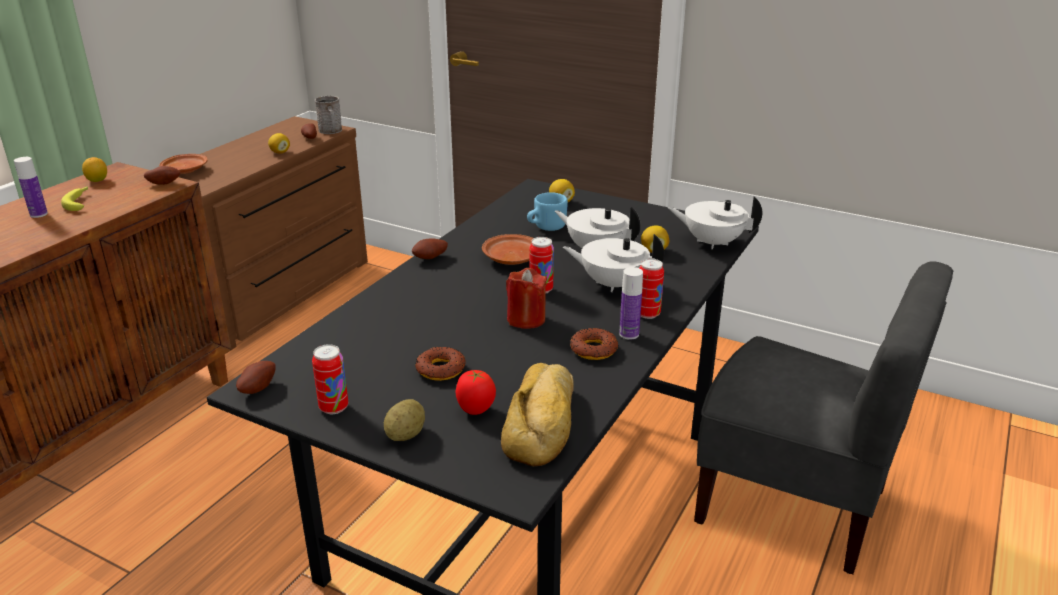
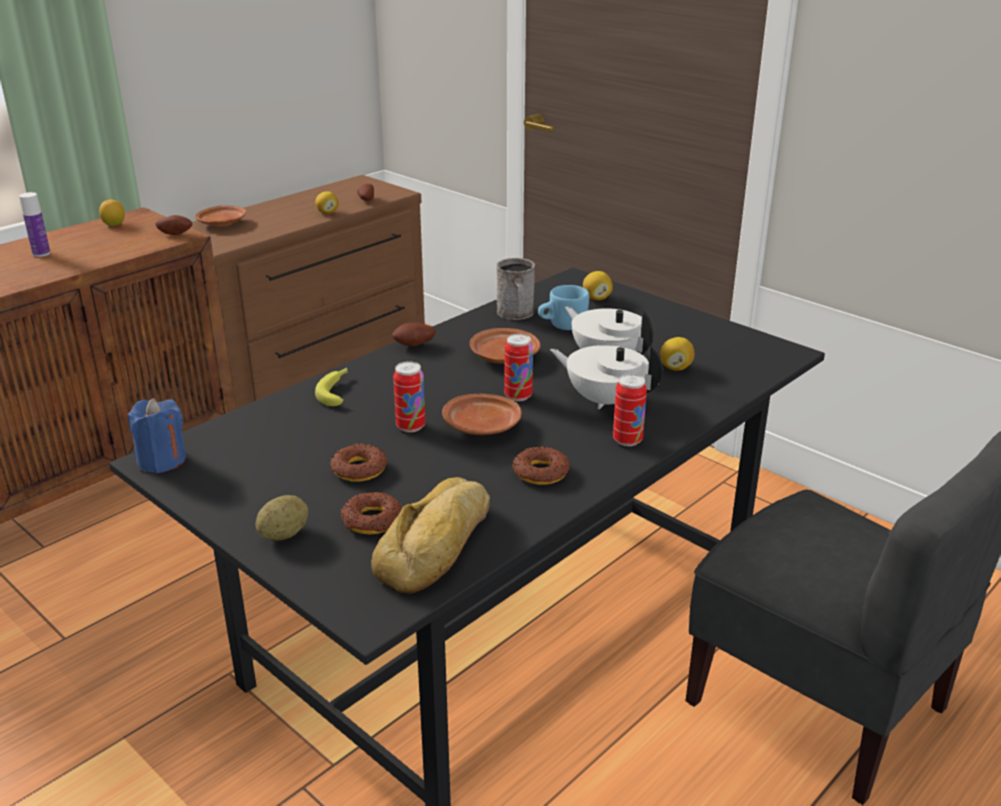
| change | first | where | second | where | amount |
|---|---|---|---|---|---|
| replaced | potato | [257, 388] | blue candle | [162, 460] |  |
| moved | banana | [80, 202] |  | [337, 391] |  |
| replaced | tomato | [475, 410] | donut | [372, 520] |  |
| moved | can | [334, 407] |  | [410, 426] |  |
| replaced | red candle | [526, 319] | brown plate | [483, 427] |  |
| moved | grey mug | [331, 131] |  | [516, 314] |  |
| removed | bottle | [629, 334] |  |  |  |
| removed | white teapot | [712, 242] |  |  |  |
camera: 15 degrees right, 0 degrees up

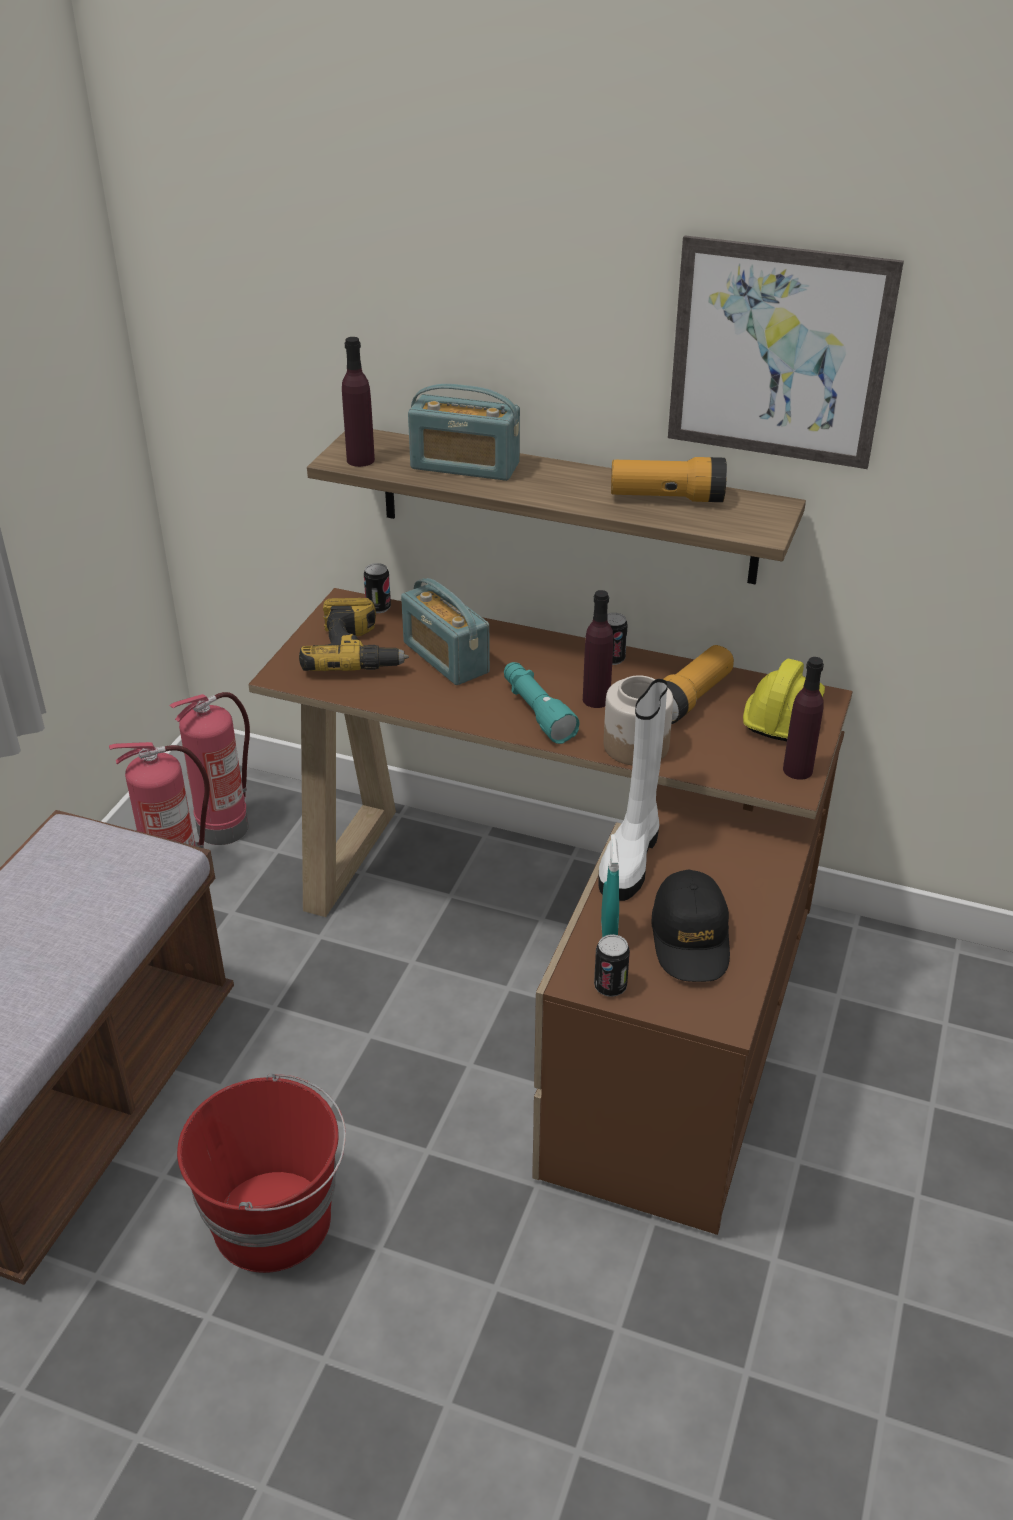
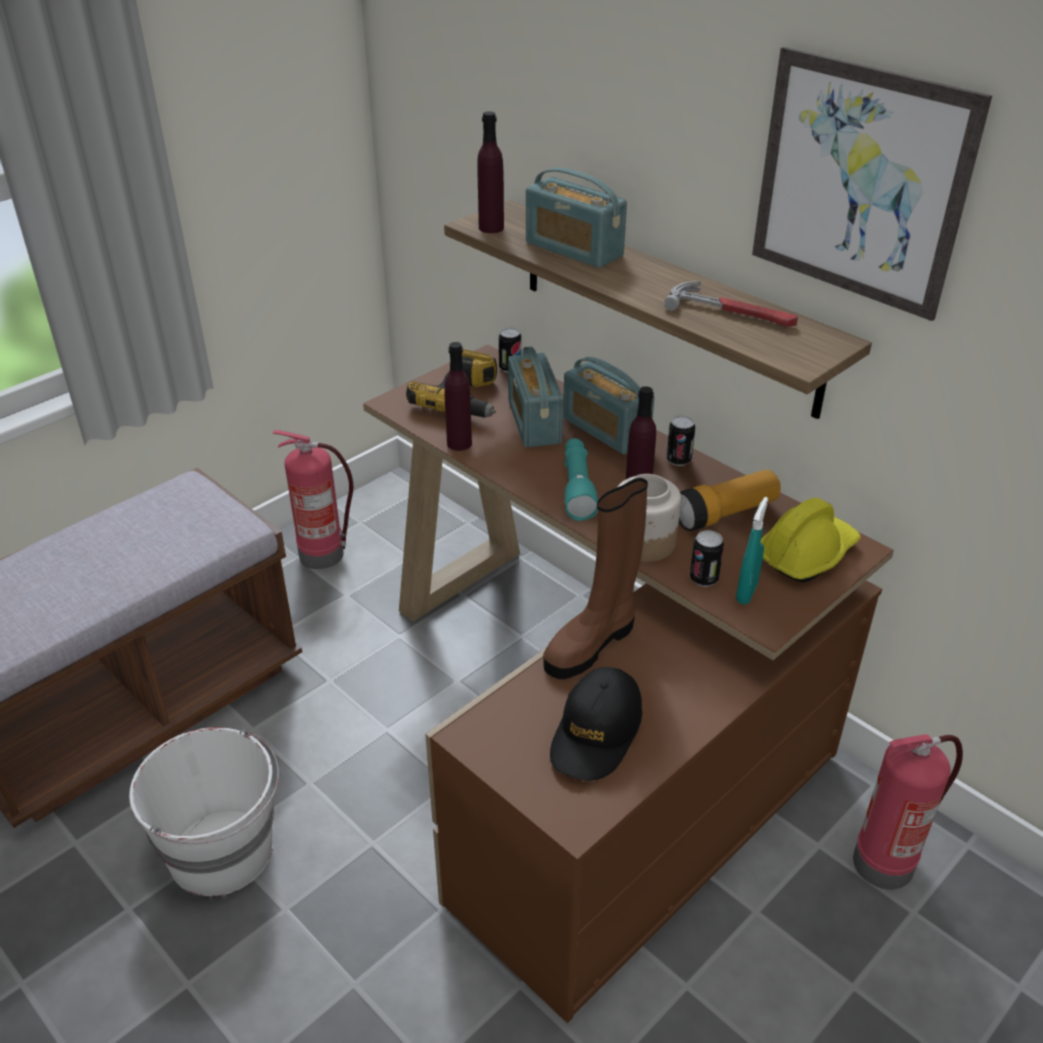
| change | first | where | second | where | amount |
|---|---|---|---|---|---|
| recoloured | red bucket | [275, 1219] | white bucket | [223, 852] |  |
| moved | purple bottle | [797, 770] |  | [459, 443] |  |
| recoloured | white boot | [630, 858] | brown boot | [592, 643] |  |
| added |  |  | radio | [605, 430] |  |
| replaced | flashlight | [667, 498] | hammer | [732, 312] |  |
| moved | can | [610, 986] |  | [704, 579] |  |
| moved | turquoise spray bottle | [609, 934] |  | [746, 592] |  |
| moved | fire extinguisher | [224, 826] |  | [885, 861] |  |
camera: 25 degrees right, 0 degrees up

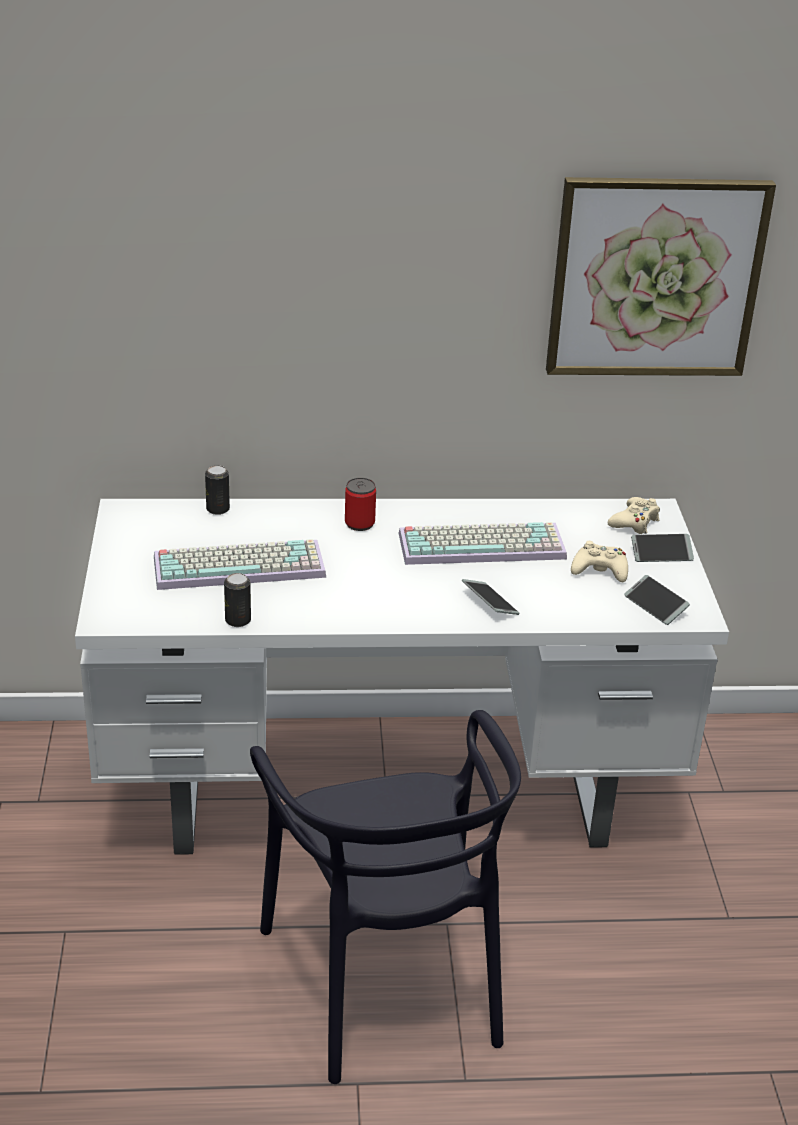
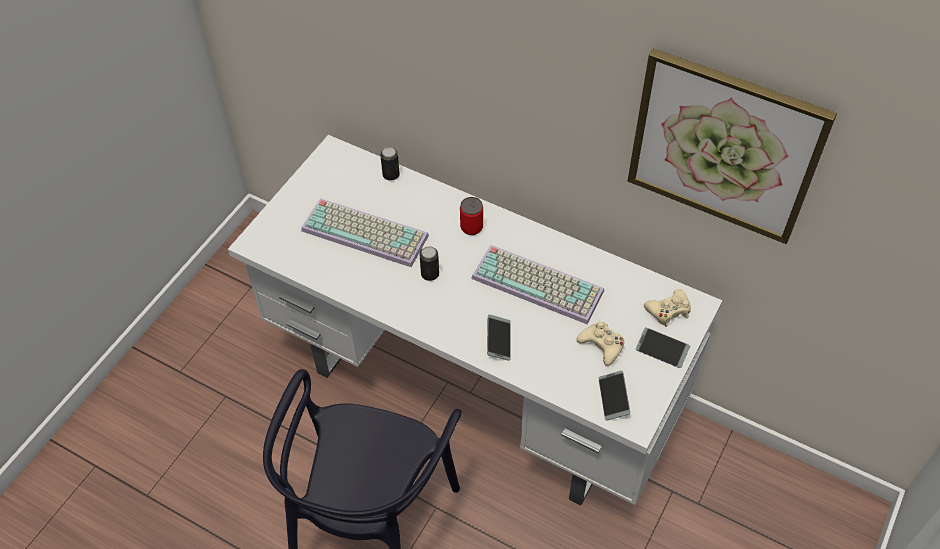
| change | first | where | second | where | amount |
|---|---|---|---|---|---|
| moved | can | [238, 620] |  | [430, 274] |  |
camera: 35 degrees right, 20 degrees up

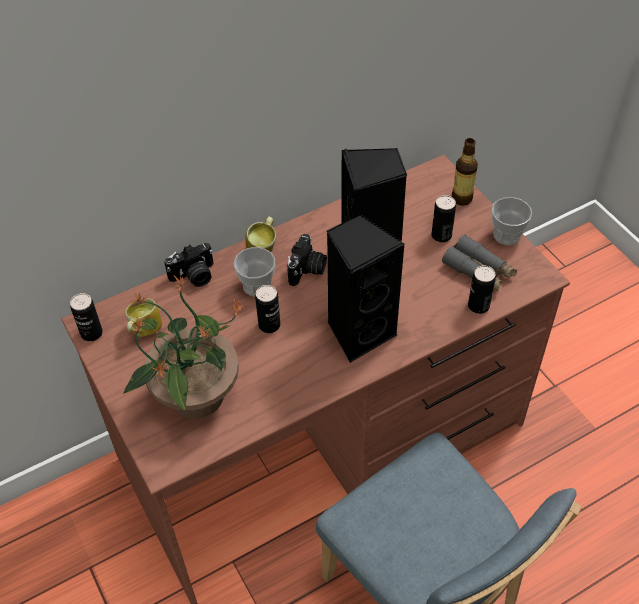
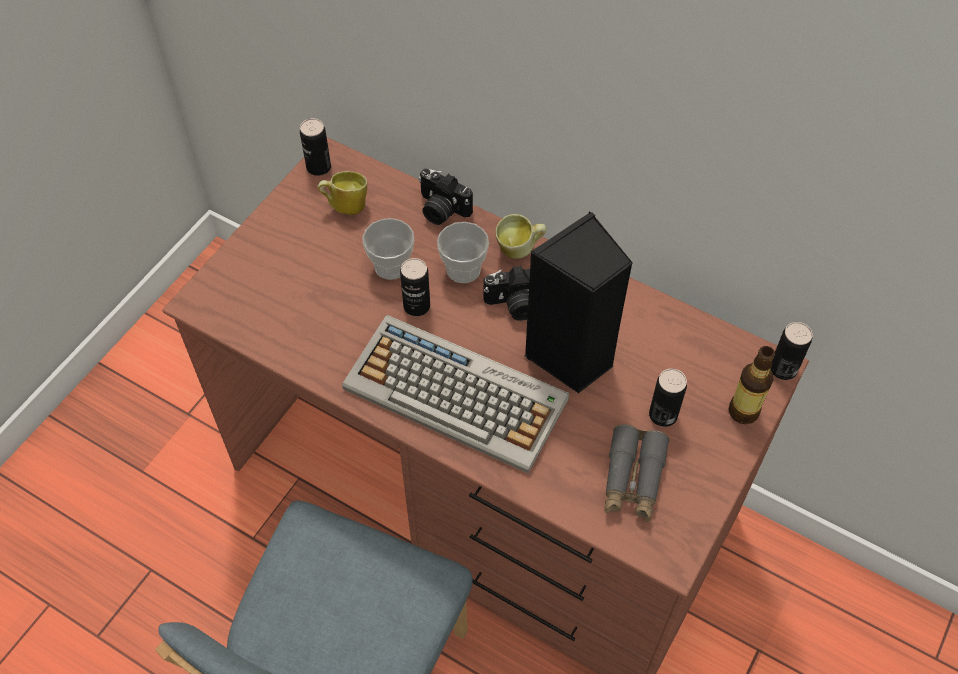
| change | first | where | second | where | amount |
|---|---|---|---|---|---|
| replaced | black speaker | [359, 332] | keyboard | [458, 394] |  |
| moved | cup | [506, 235] |  | [391, 266] |  |
| moved | can | [478, 306] |  | [783, 369] |  |
| removed | potted plant | [195, 396] |  |  |  |
camera: 60 degrees right, 5 degrees up

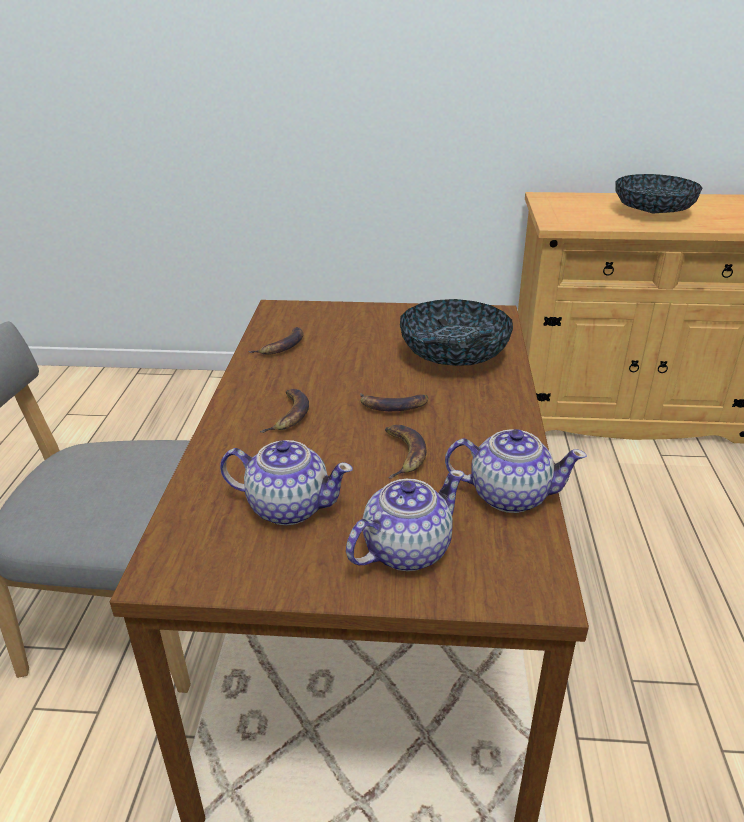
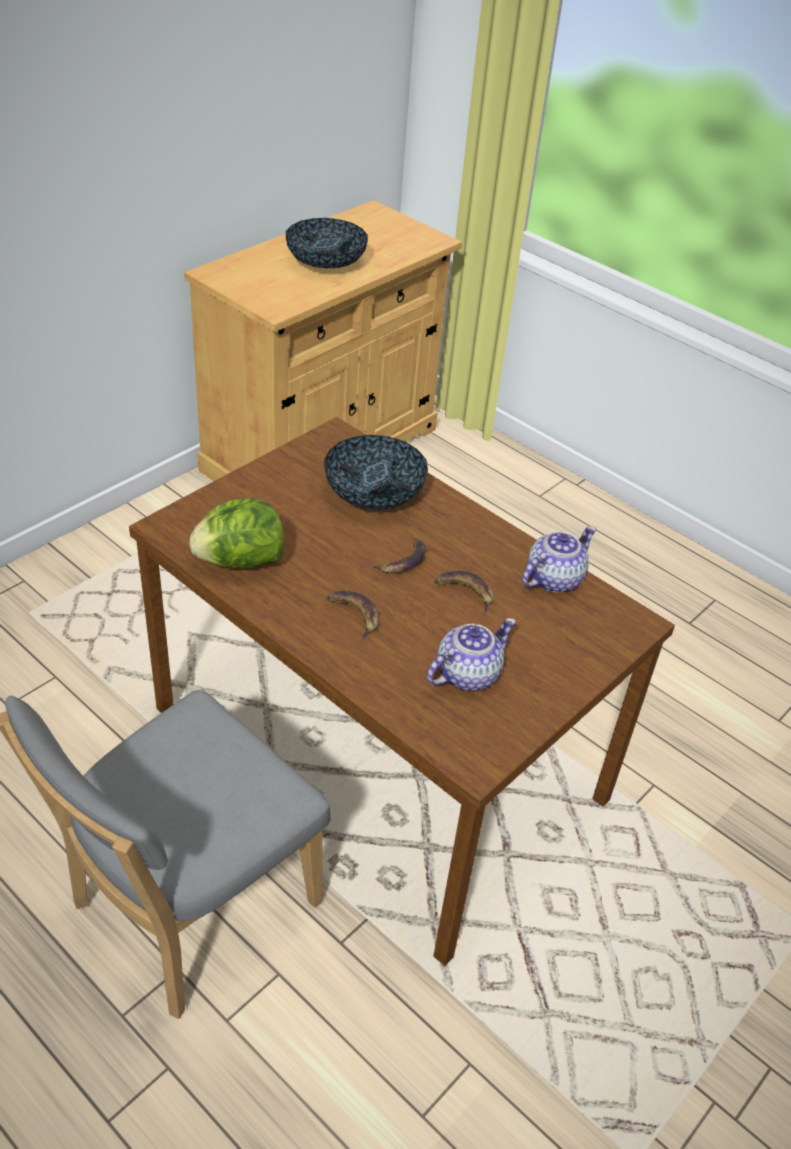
| change | first | where | second | where | amount |
|---|---|---|---|---|---|
| replaced | banana | [282, 346] | lettuce | [240, 561] |  |
| removed | teapot | [405, 550] |  |  |  |
camera: 55 degrees left, 10 degrees up

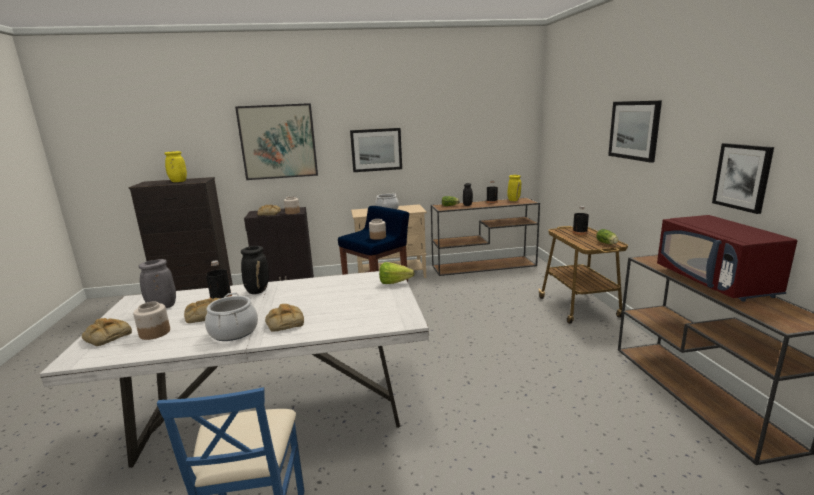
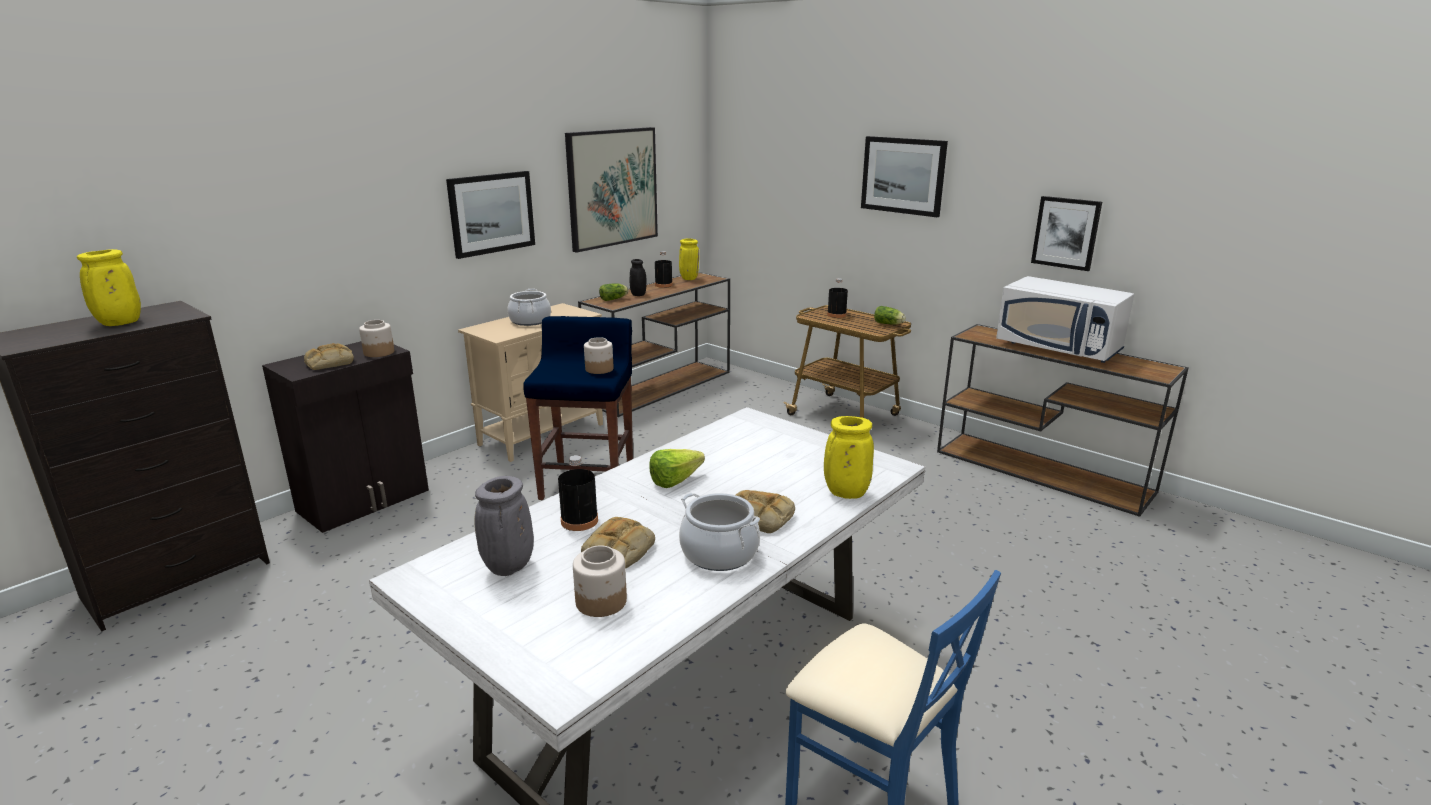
| change | first | where | second | where | amount |
|---|---|---|---|---|---|
| moved | picture | [278, 142] |  | [612, 188] |  |
| moved | lettuce | [397, 283] |  | [680, 480] |  |
| added |  |  | yellow vase | [845, 493] |  |
| recoloured | red microwave | [715, 282] | white microwave | [1059, 348] |  |
| removed | bread | [106, 336] |  |  |  |
| removed | black vase | [257, 291] |  |  |  |
camera: 40 degrees left, 5 degrees up

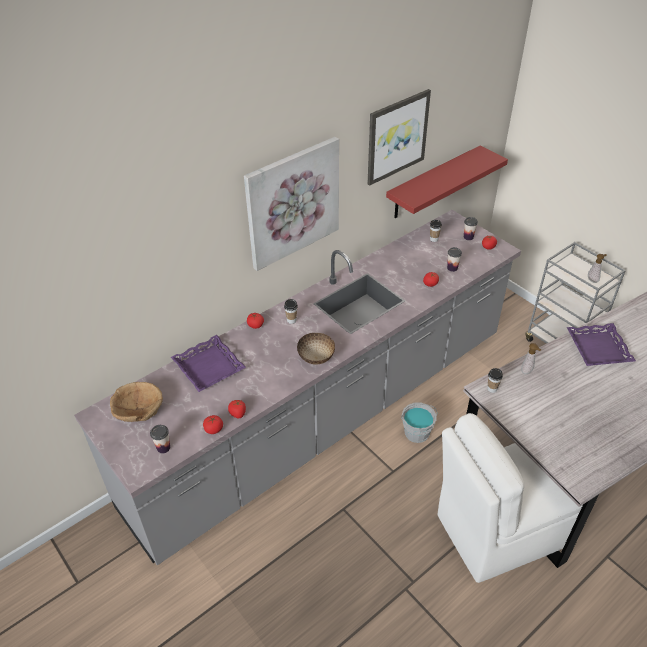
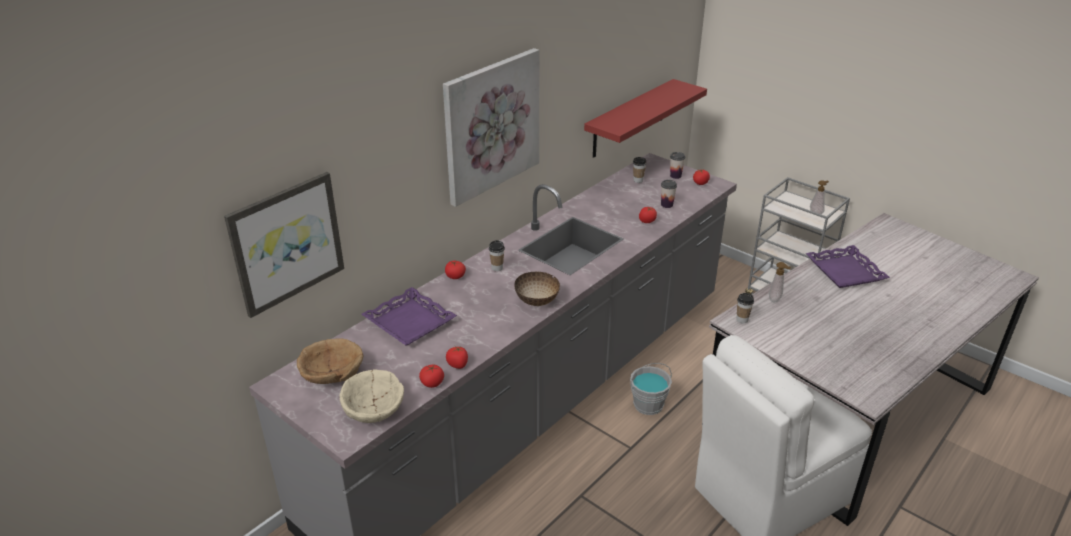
| change | first | where | second | where | amount |
|---|---|---|---|---|---|
| moved | picture | [396, 136] |  | [286, 243] |  |
| replaced | cup | [163, 448] | beige bowl | [373, 408] |  |
camera: 10 degrees left, 10 degrees down

